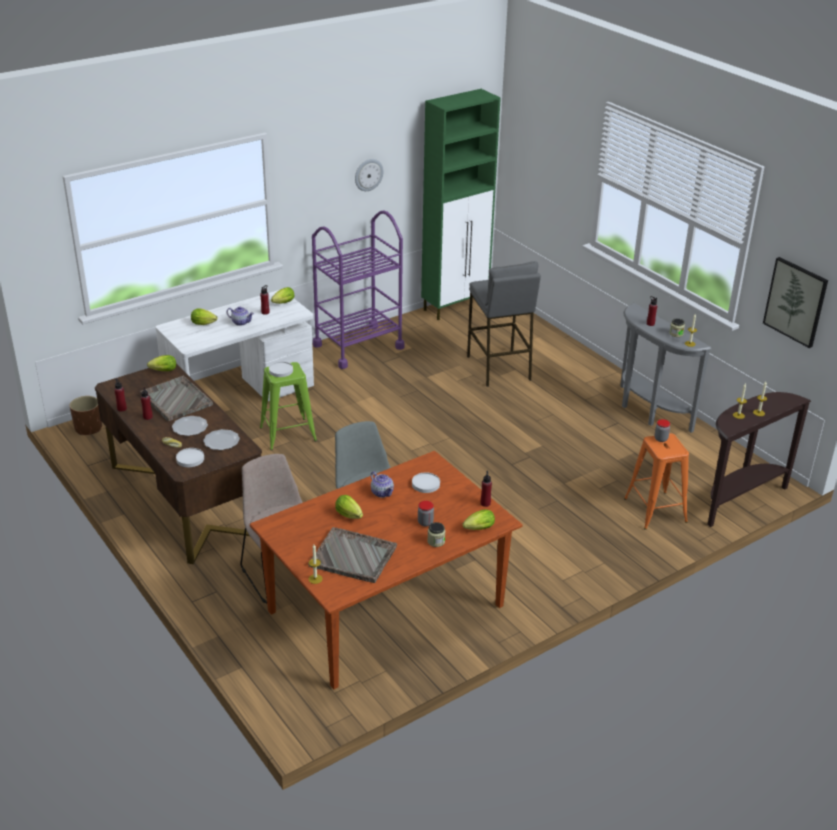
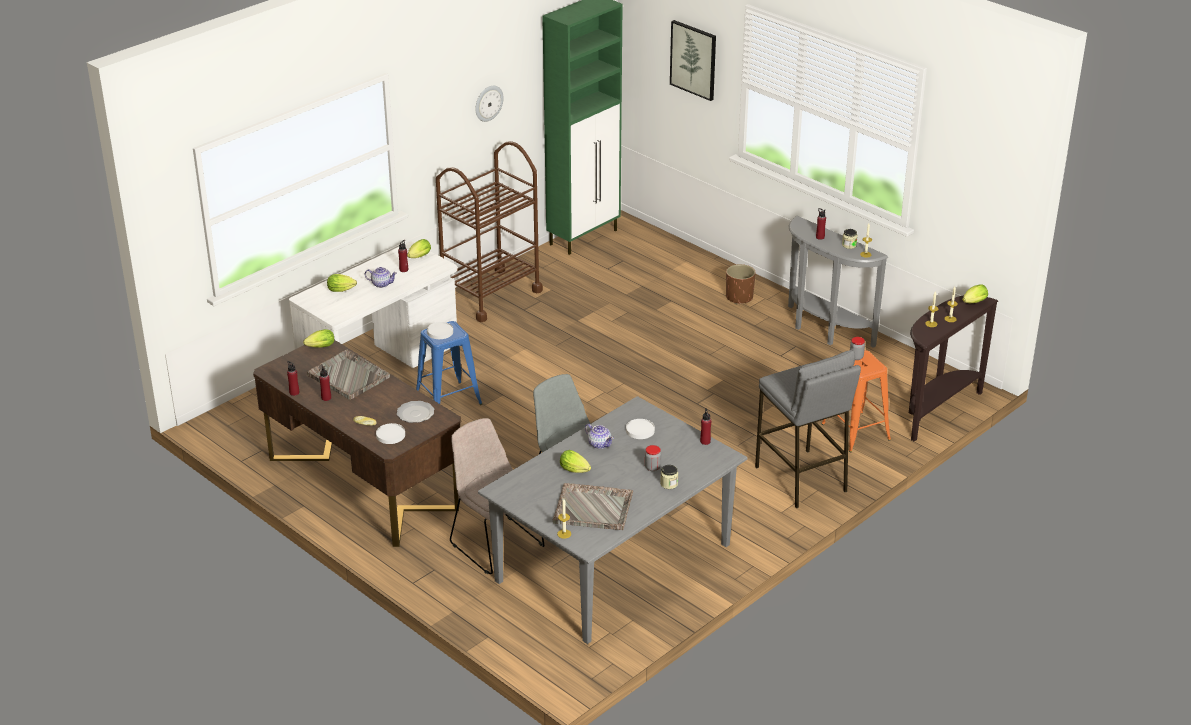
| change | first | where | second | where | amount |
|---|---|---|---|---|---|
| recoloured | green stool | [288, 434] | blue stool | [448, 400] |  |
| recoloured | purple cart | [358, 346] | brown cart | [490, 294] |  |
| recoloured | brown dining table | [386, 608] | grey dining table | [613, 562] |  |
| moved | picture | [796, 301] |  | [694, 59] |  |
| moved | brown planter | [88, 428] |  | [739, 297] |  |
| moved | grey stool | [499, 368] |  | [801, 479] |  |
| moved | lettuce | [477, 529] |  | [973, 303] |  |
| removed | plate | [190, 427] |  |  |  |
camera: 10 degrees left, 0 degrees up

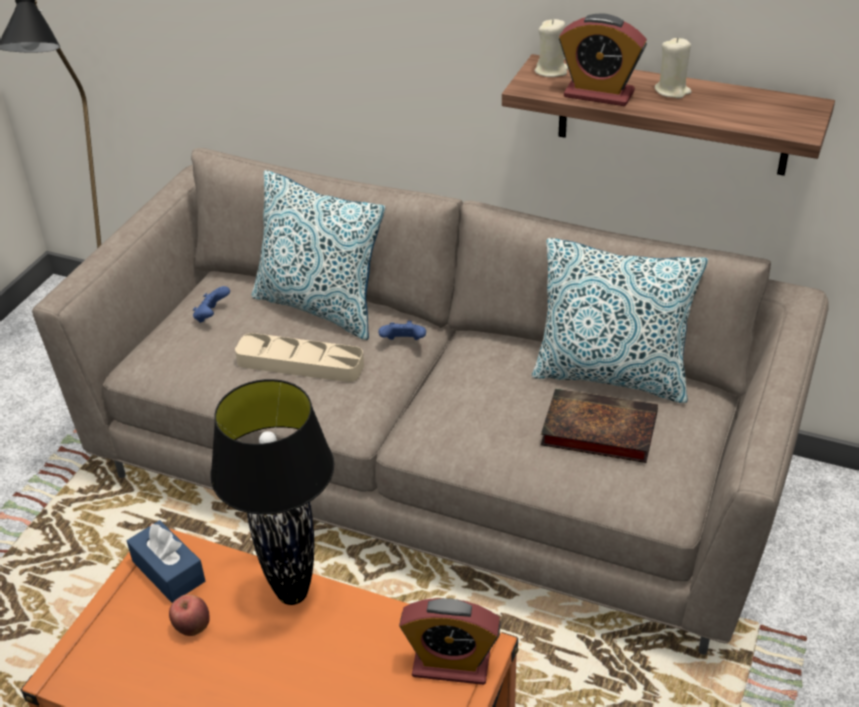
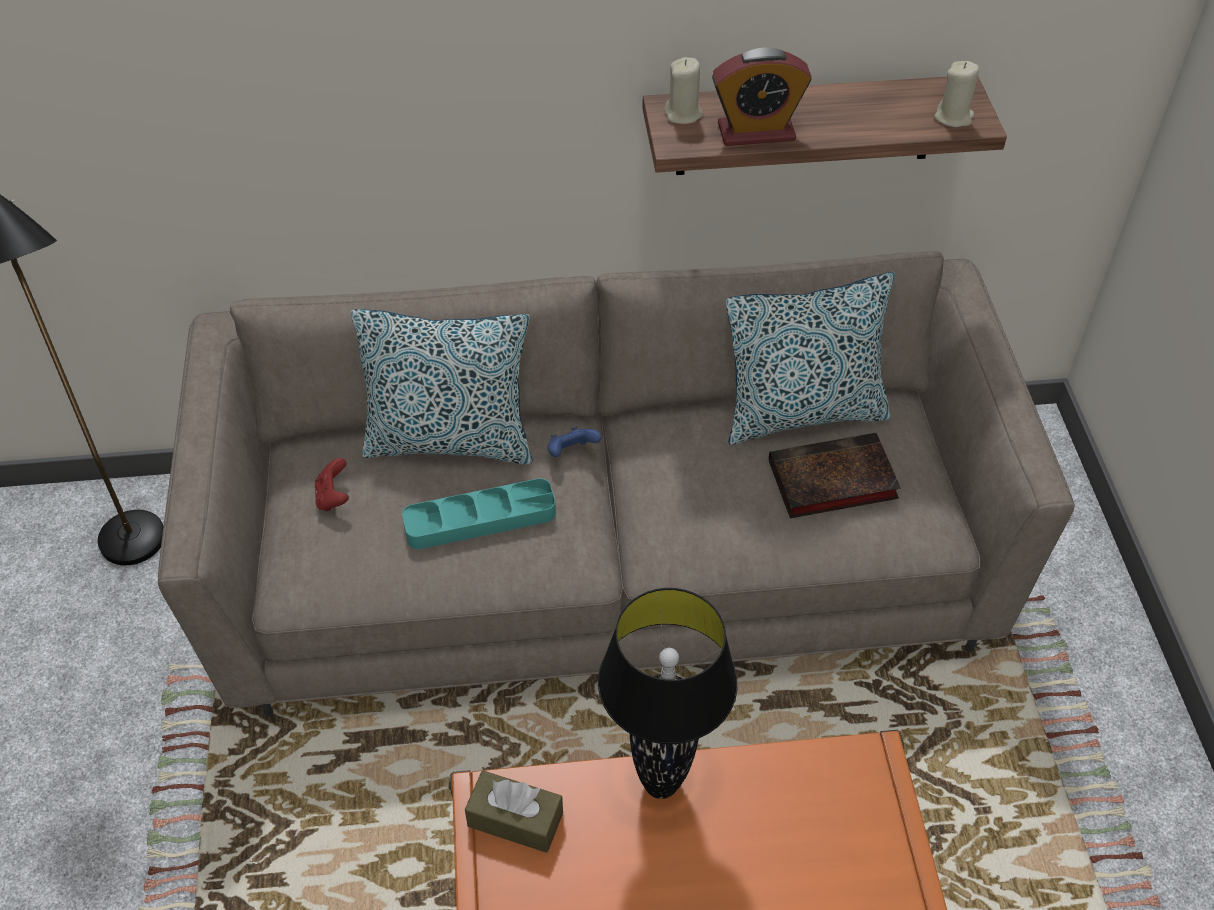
| change | first | where | second | where | amount |
|---|---|---|---|---|---|
| recoloured | blue game controller | [212, 316] | red game controller | [333, 497] |  |
| recoloured | beige tray | [300, 363] | turquoise tray | [480, 519] |  |
| recoloured | blue tissue box | [168, 571] | brown tissue box | [515, 819] |  |
| moved | beige candle | [672, 91] |  | [954, 117] |  |
| removed | apple | [192, 628] |  |  |  |
| removed | alarm clock | [451, 664] |  |  |  |
camera: 30 degrees left, 10 degrees up

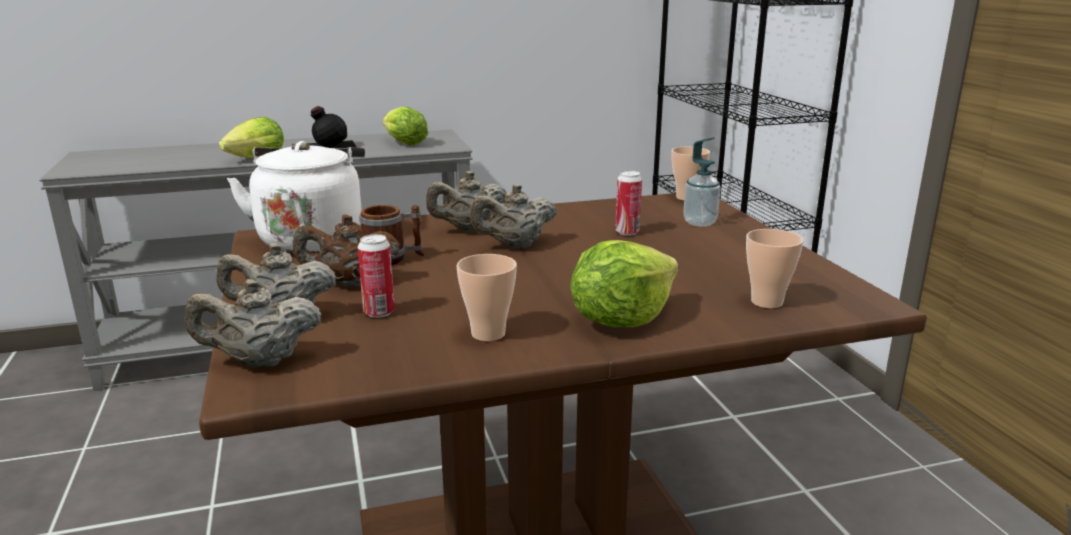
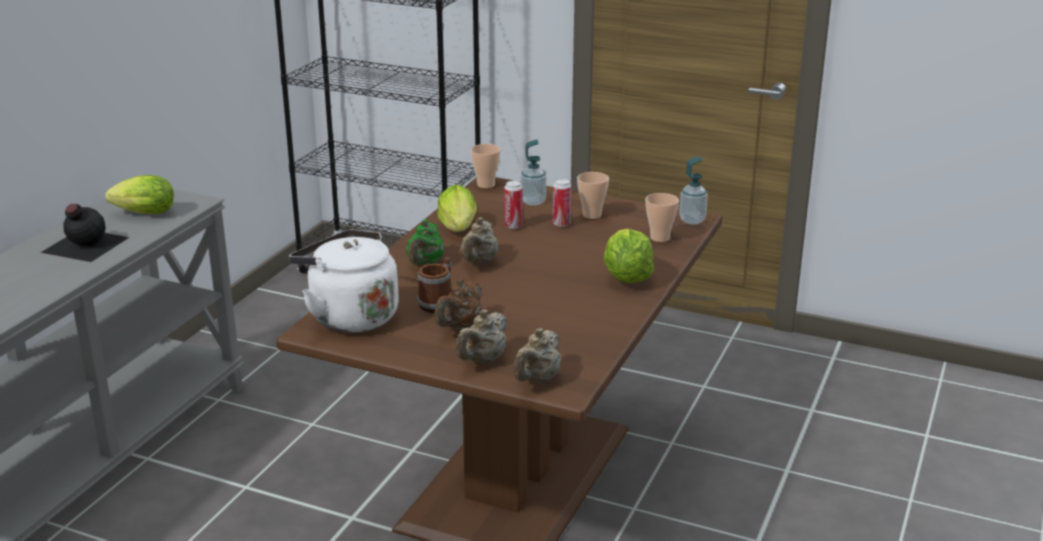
| change | first | where | second | where | amount |
|---|---|---|---|---|---|
| recoloured | beige teapot | [469, 229] | green teapot | [425, 264] |  |
| moved | lettuce | [253, 159] |  | [458, 230] |  |
| moved | can | [379, 312] |  | [561, 224] |  |
| moved | cup | [488, 334] |  | [592, 215] |  |
| added |  |  | soap dispenser | [692, 220] |  |
camera: 50 degrees left, 5 degrees up

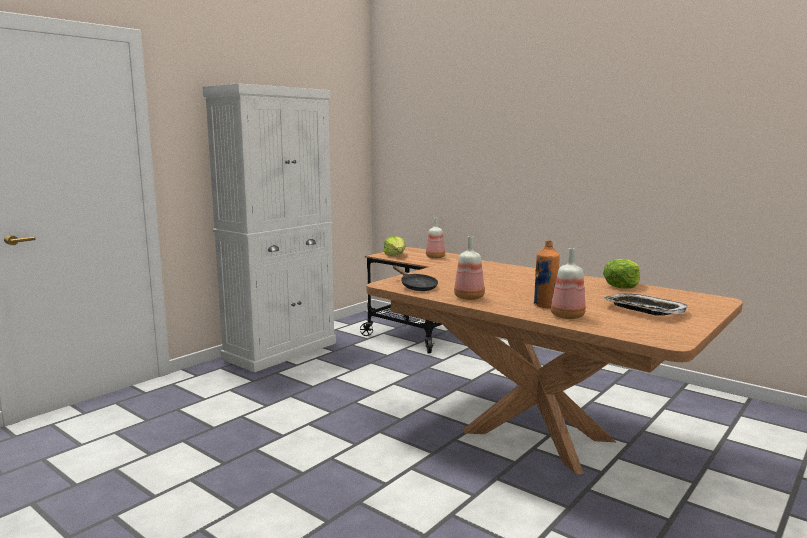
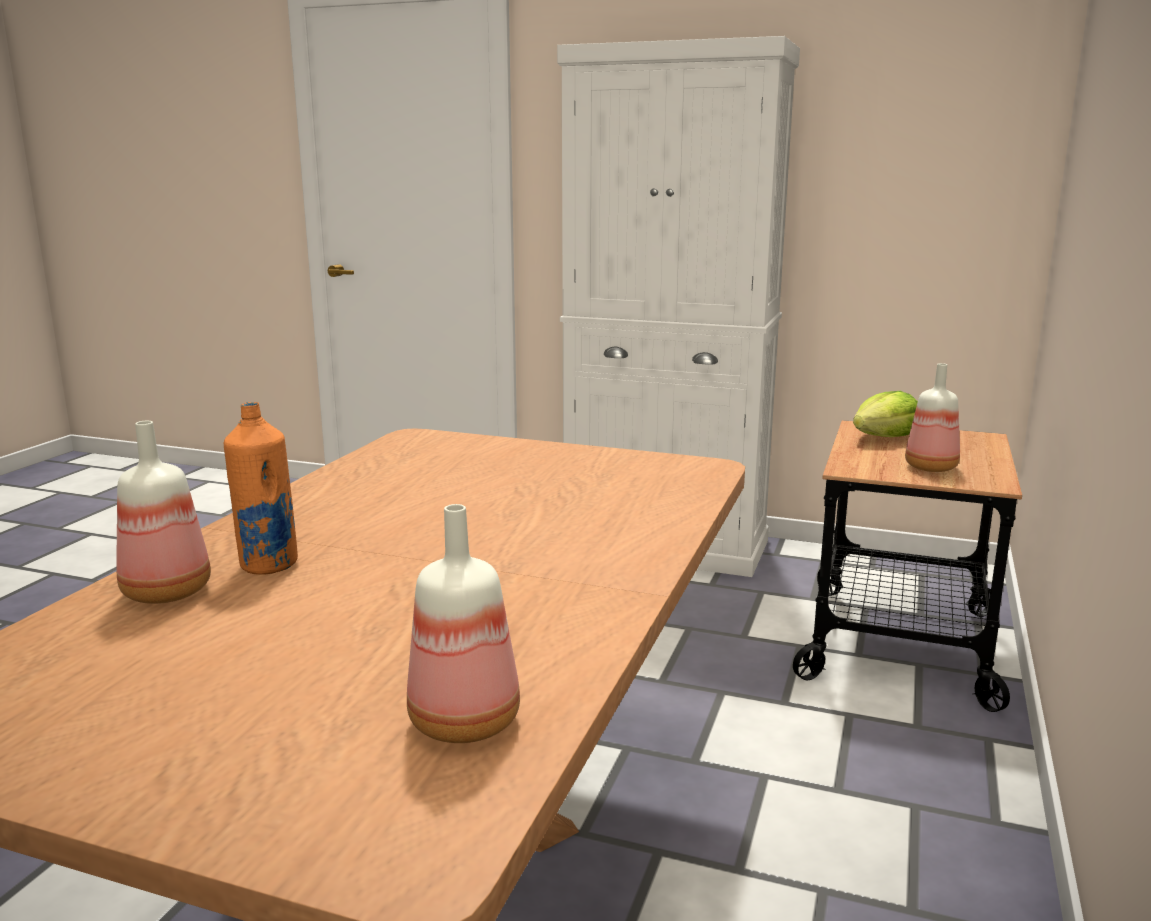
| change | first | where | second | where | amount |
|---|---|---|---|---|---|
| moved | bottle | [468, 297] |  | [468, 721] |  |
| removed | black frying pan | [416, 287] |  |  |  |
| removed | lettuce | [622, 286] |  |  |  |
| removed | tray | [643, 310] |  |  |  |
camera: 70 degrees right, 5 degrees up

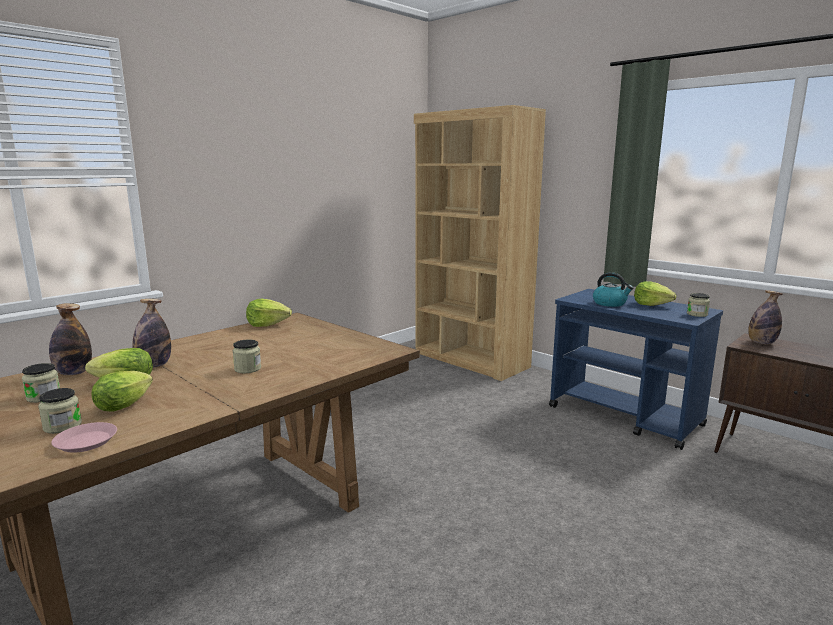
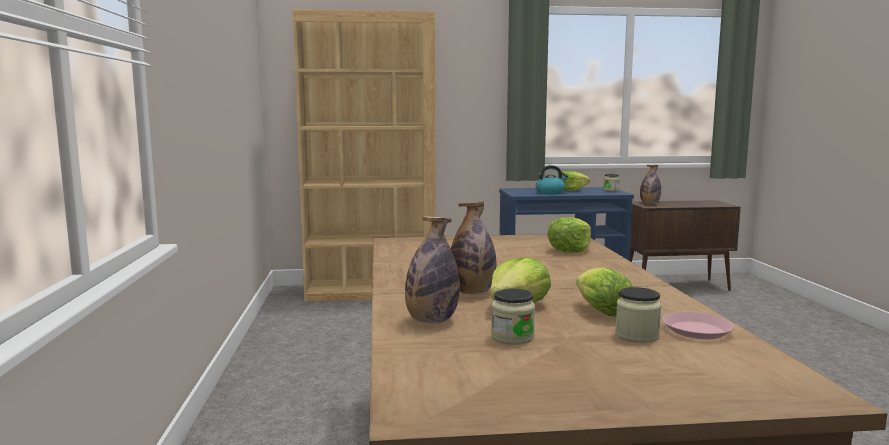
| change | first | where | second | where | amount |
|---|---|---|---|---|---|
| moved | lettuce | [267, 324] |  | [570, 250] |  |
| removed | jar | [247, 369] |  |  |  |
camera: 50 degrees left, 5 degrees down

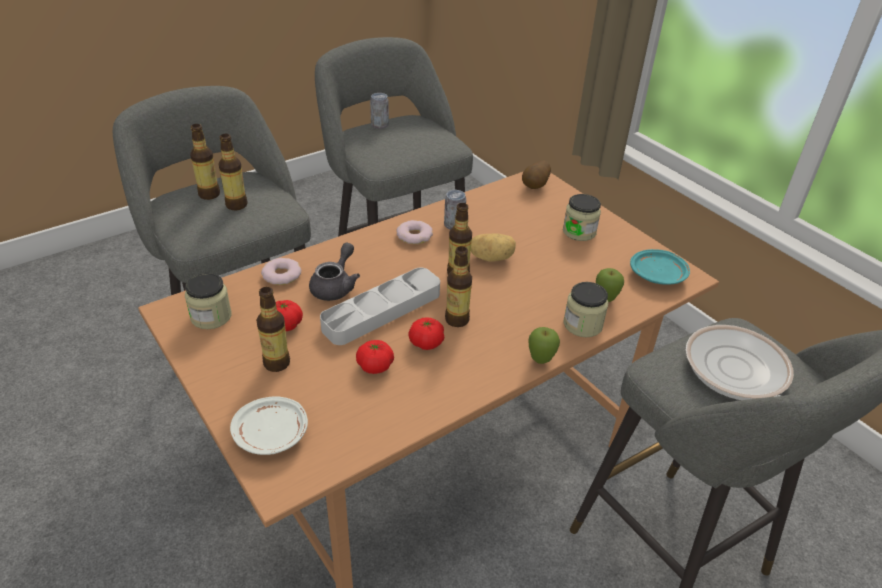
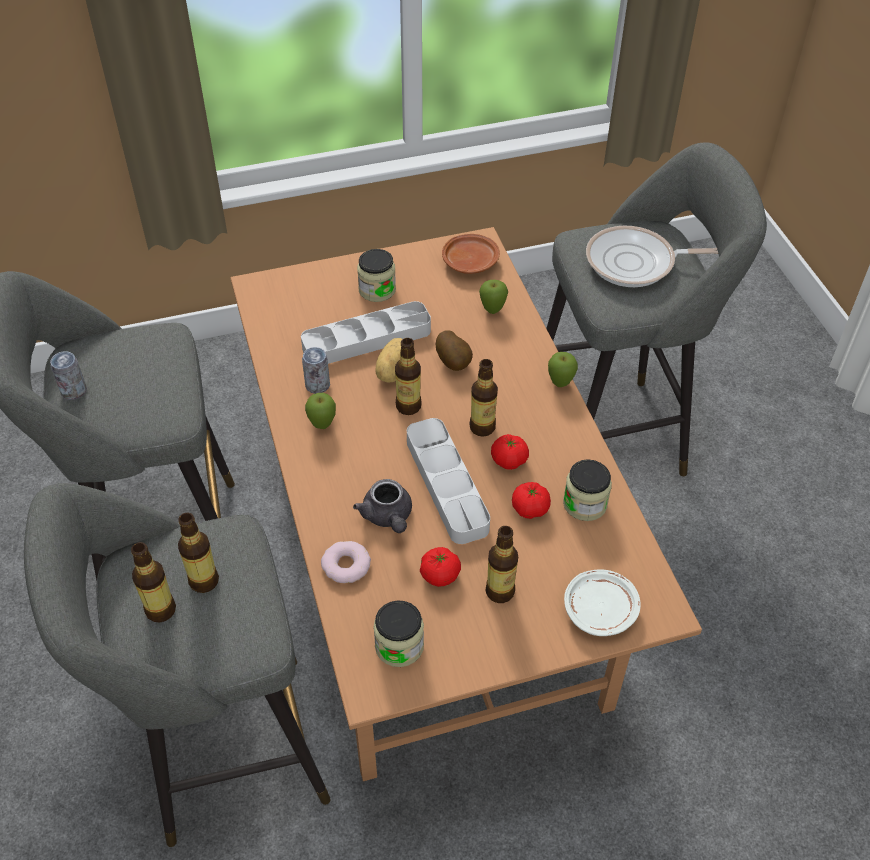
| change | first | where | second | where | amount |
|---|---|---|---|---|---|
| added |  |  | grey tray | [367, 339] |  |
| replaced | donut | [414, 236] | apple | [322, 425] |  |
| turned | grey teapot | [335, 286] |  | [388, 517] | 150 degrees counterclockwise |
| moved | potato | [535, 186] |  | [454, 362] |  |
| recoloured | turquoise plate | [658, 275] | brown plate | [470, 261] |  |
| moved | jar | [582, 324] |  | [585, 504] |  |
camera: 70 degrees left, 10 degrees up

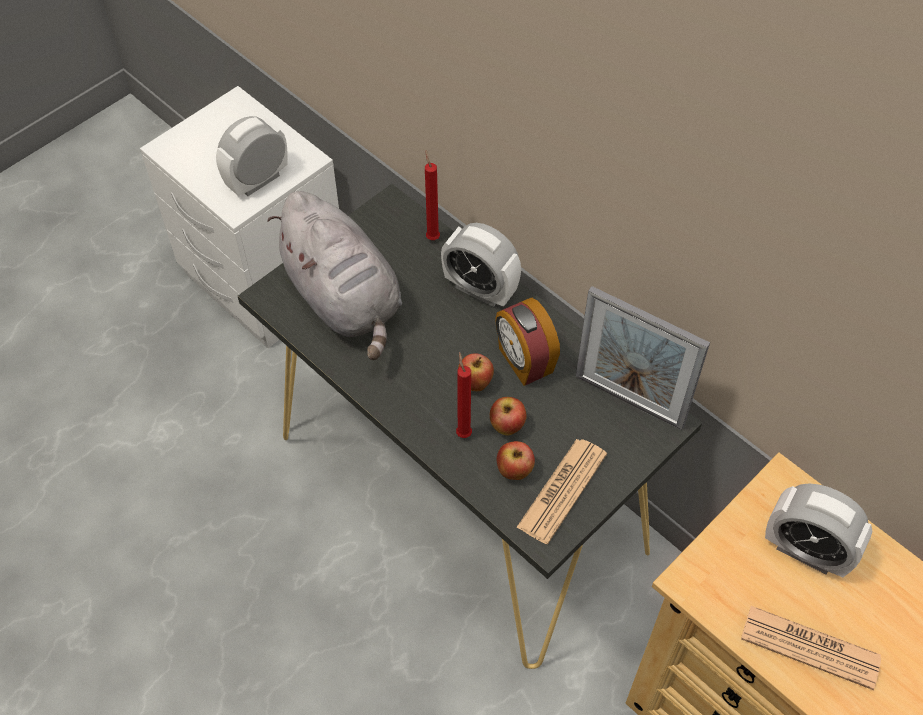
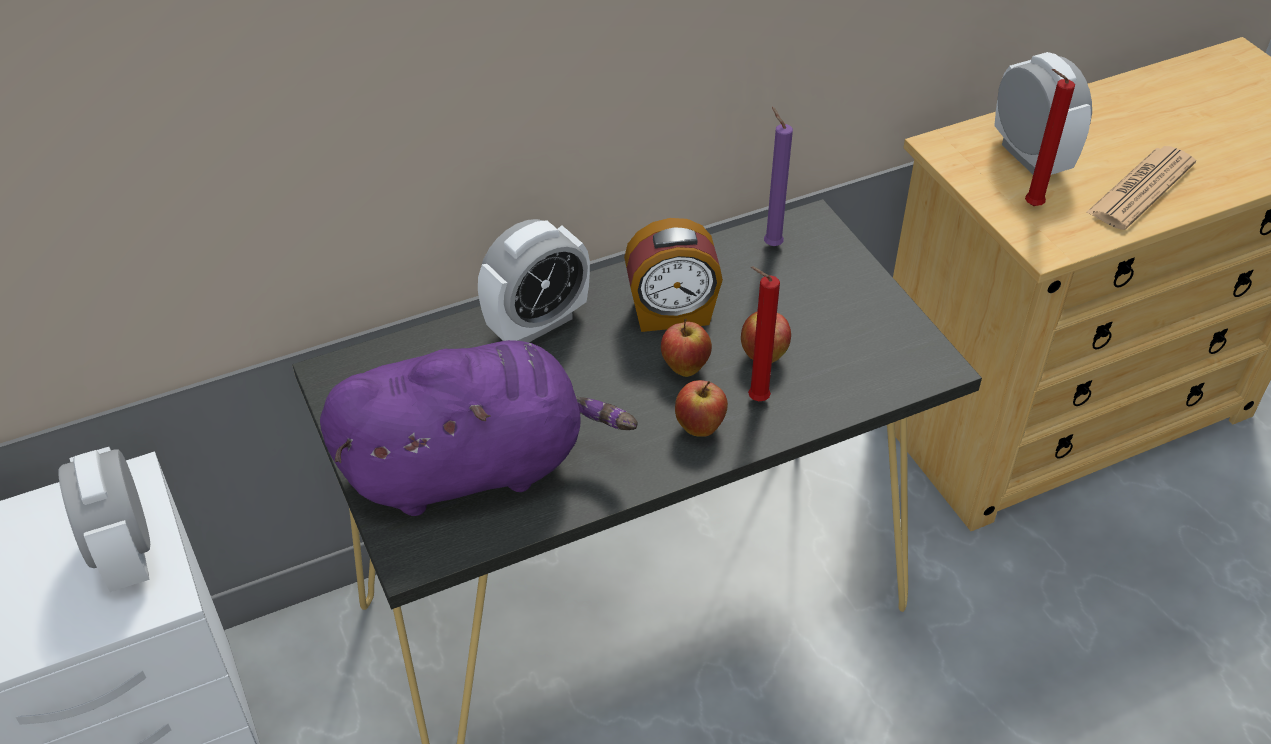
| change | first | where | second | where | amount |
|---|---|---|---|---|---|
| recoloured | grey plush toy | [345, 300] | purple plush toy | [474, 467] |  |
| moved | apple | [514, 471] |  | [700, 428] |  |
| replaced | picture frame | [629, 401] | purple candle | [770, 244] |  |
| turned | alarm clock | [806, 551] |  | [1030, 157] | 75 degrees counterclockwise |
| moved | red candle | [432, 236] |  | [1030, 206] |  |
| removed | newspaper | [562, 491] |  |  |  |
camera: 70 degrees left, 10 degrees down

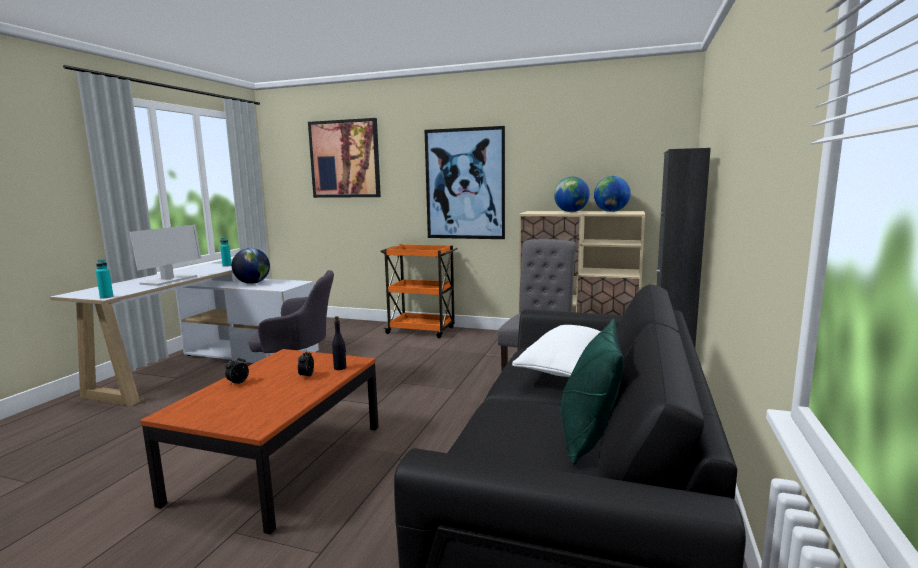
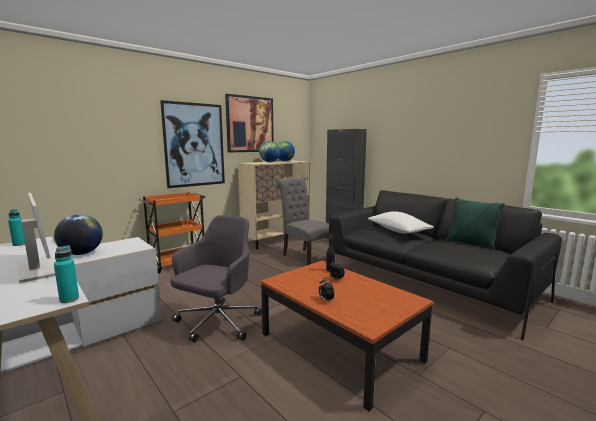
| change | first | where | second | where | amount |
|---|---|---|---|---|---|
| moved | picture | [345, 159] |  | [250, 124] |  |
camera: 60 degrees left, 0 degrees up

